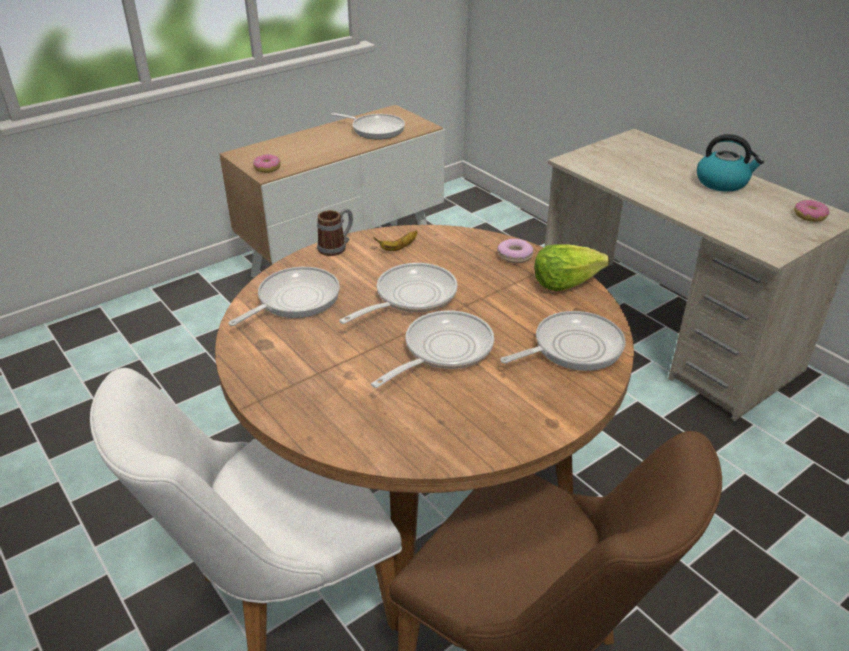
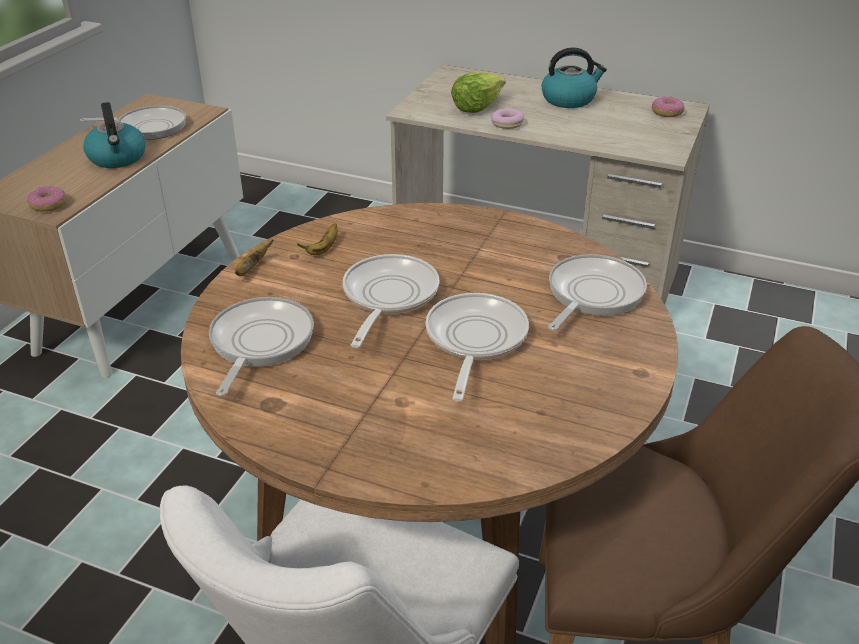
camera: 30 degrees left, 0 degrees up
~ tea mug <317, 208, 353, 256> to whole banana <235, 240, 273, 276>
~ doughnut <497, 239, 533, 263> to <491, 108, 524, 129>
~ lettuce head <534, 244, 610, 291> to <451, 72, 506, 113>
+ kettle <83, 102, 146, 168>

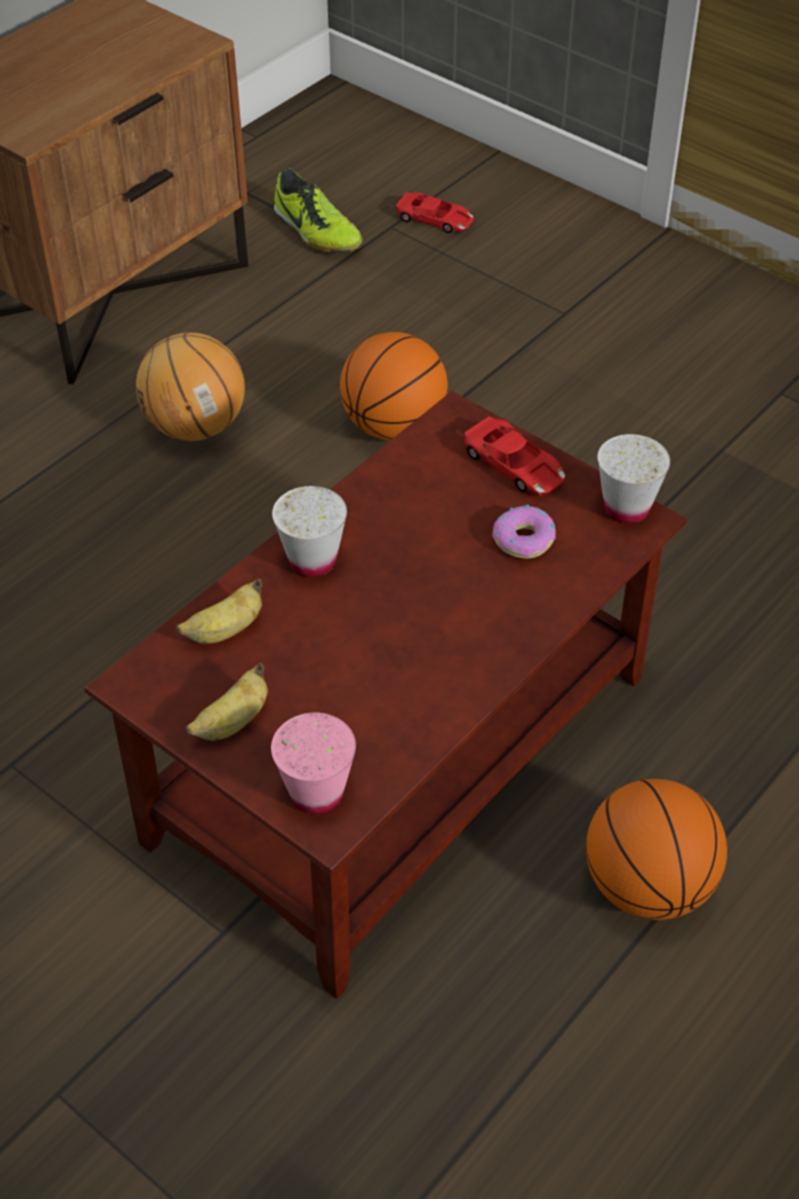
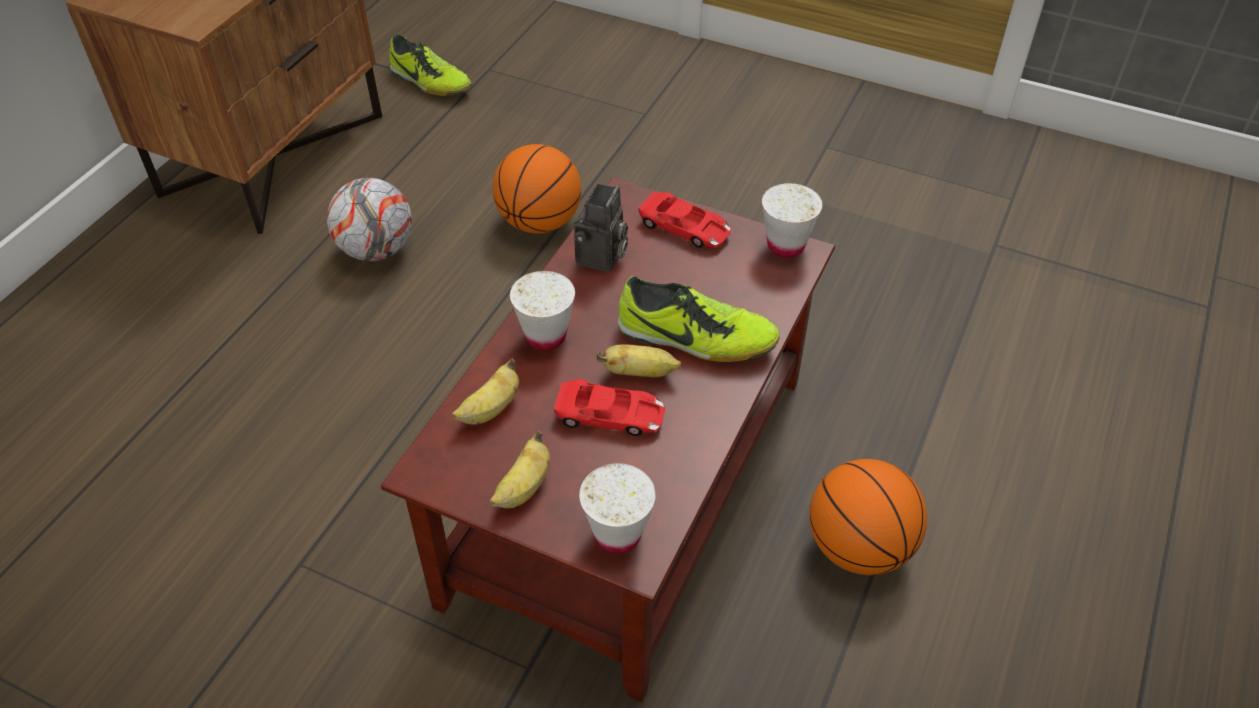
camera: 15 degrees left, 0 degrees up
~ red-coloured model car <396, 192, 474, 233> to <554, 379, 665, 436>
~ ball for basketball <136, 332, 245, 441> to ball for football <327, 178, 412, 261>
- doughnut <492, 504, 556, 559>
~ pinkish small cup <271, 713, 356, 814> to white-coloured small cup <579, 463, 656, 553>
+ photo camera <574, 184, 628, 272>
+ low shoe <618, 276, 780, 362>
+ whole banana <596, 344, 682, 377>

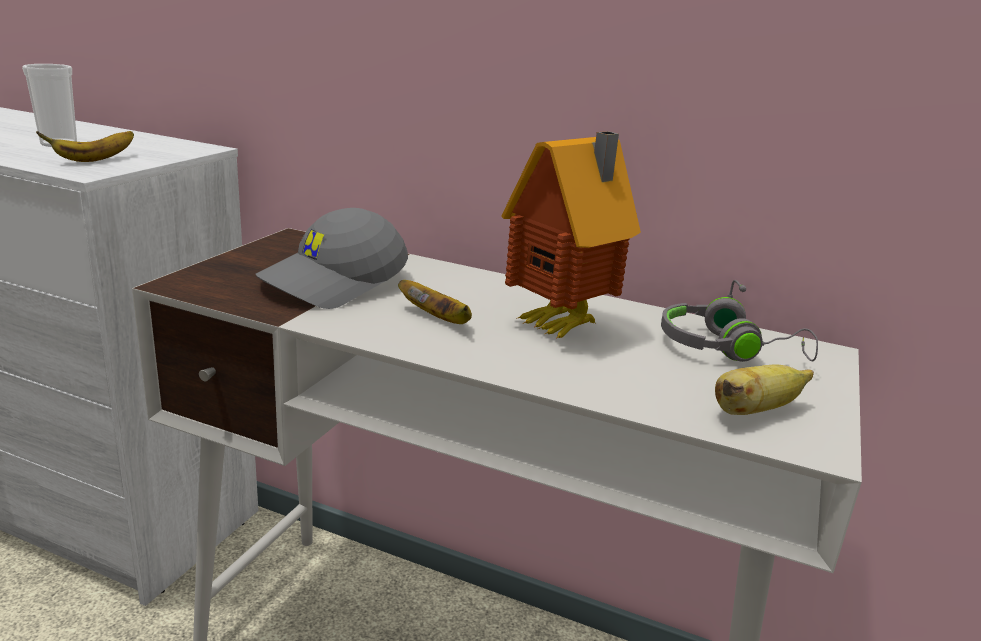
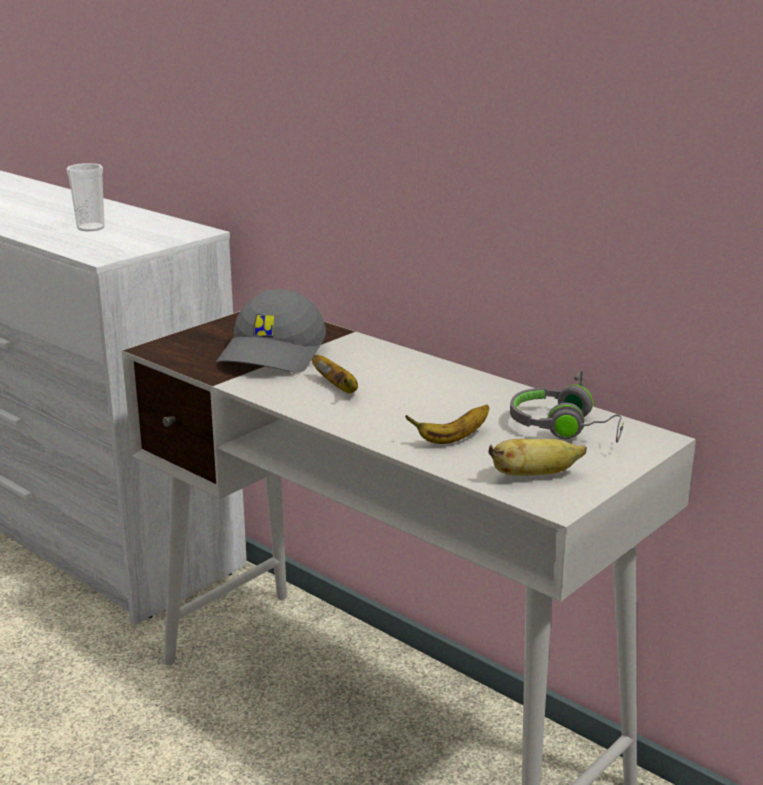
camera: 20 degrees right, 0 degrees up
~ whole banana <36, 131, 134, 162> to <405, 405, 489, 444>
- miniature house <501, 131, 641, 339>
~ grey baseball cap <256, 208, 408, 309> = <216, 289, 326, 373> 45 degrees counterclockwise

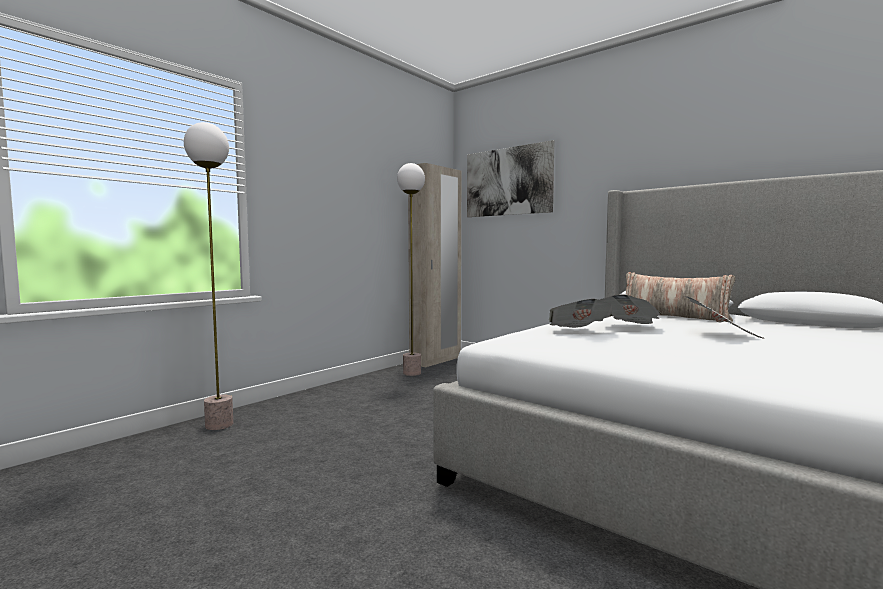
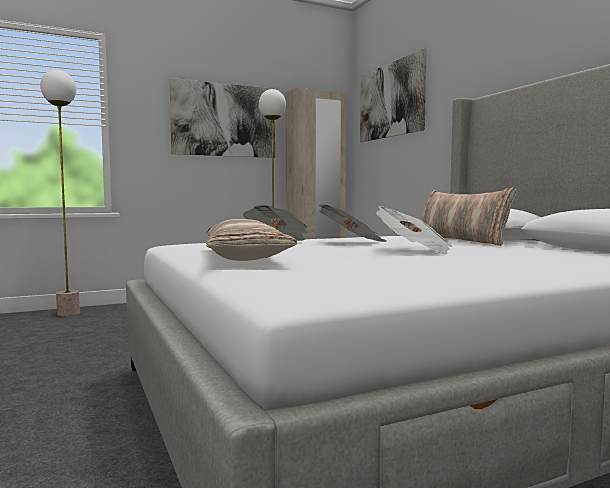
camera: 25 degrees right, 0 degrees up
+ picture <170, 78, 275, 158>
+ pillow <206, 219, 297, 261>

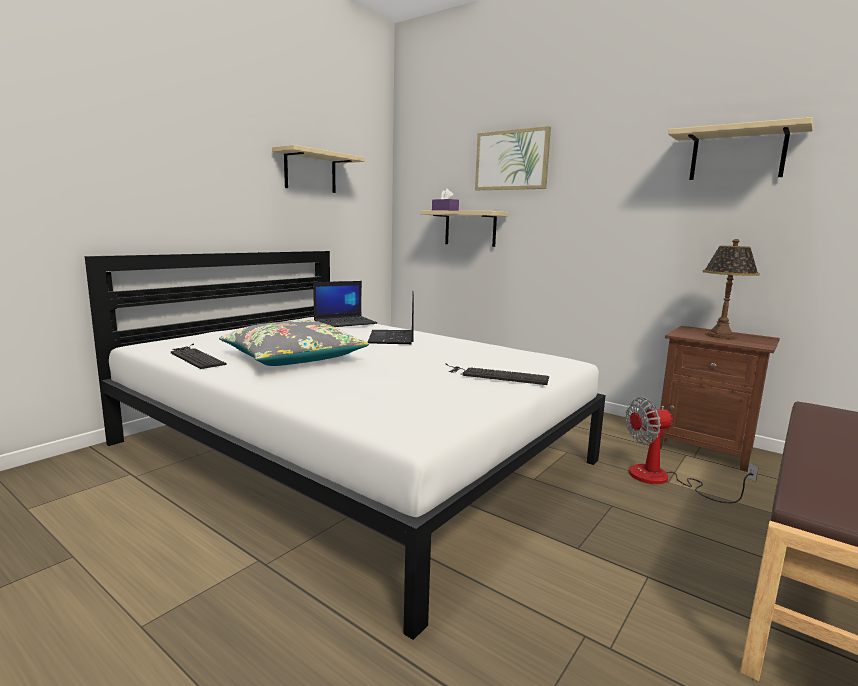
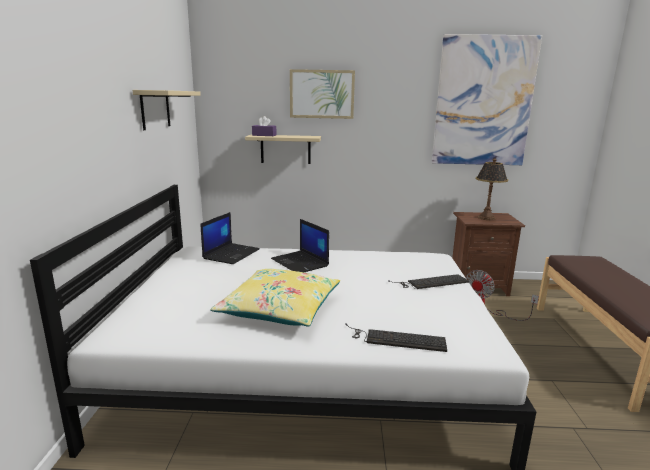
camera: 35 degrees left, 5 degrees up
~ beige-coloured wall shelf <668, 117, 814, 180> to picture <432, 34, 542, 165>
~ grey pillow <219, 320, 369, 366> to yellow-coloured pillow <210, 269, 340, 326>
~ computer keyboard <171, 344, 227, 369> to <345, 323, 447, 352>

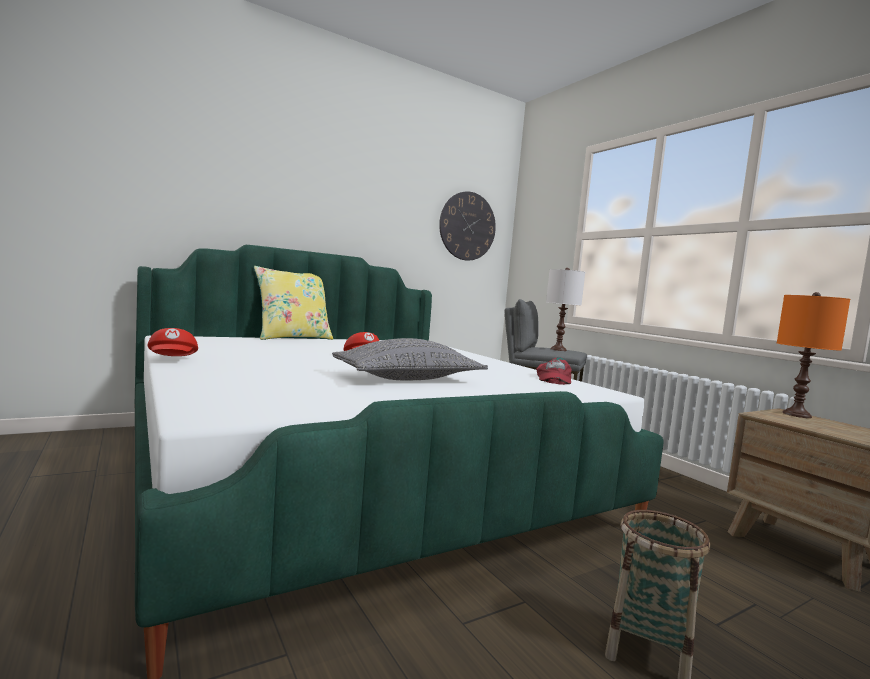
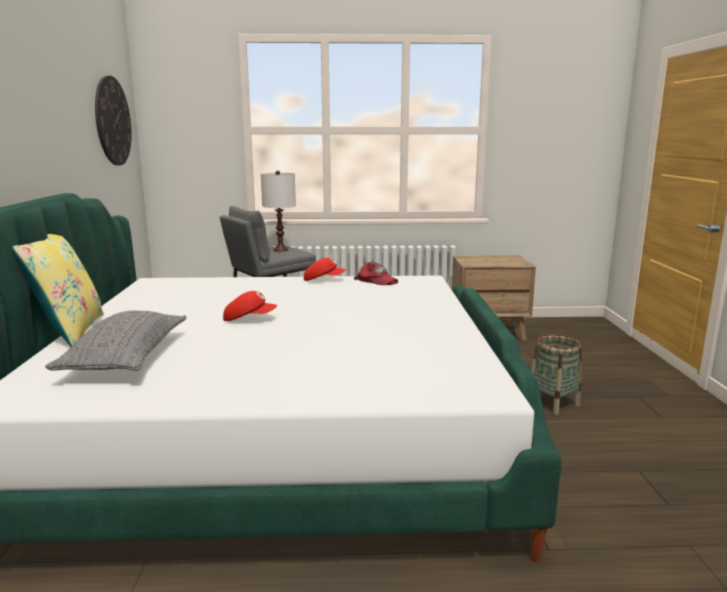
camera: 60 degrees left, 10 degrees up
- orange-coloured tabletop lamp <777, 292, 850, 418>
~ red-coloured baseball cap <147, 328, 198, 356> to <304, 258, 346, 281>
~ grey pillow <332, 338, 488, 380> to <45, 311, 186, 371>

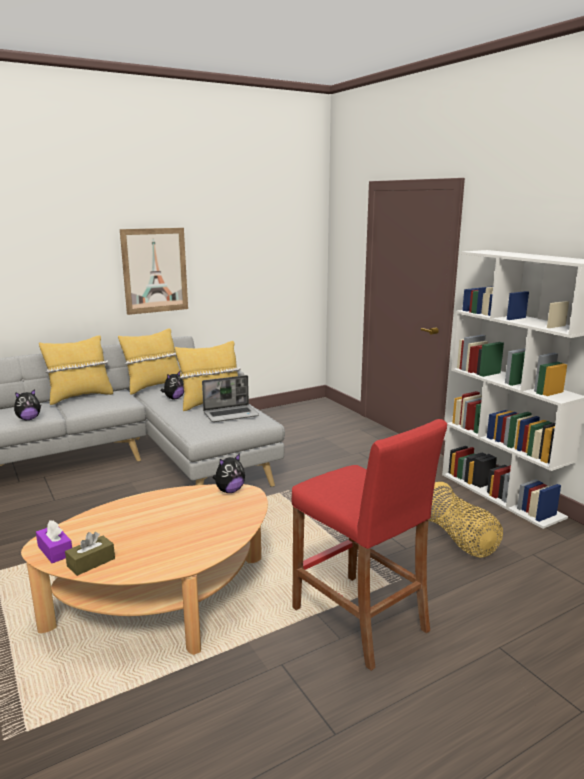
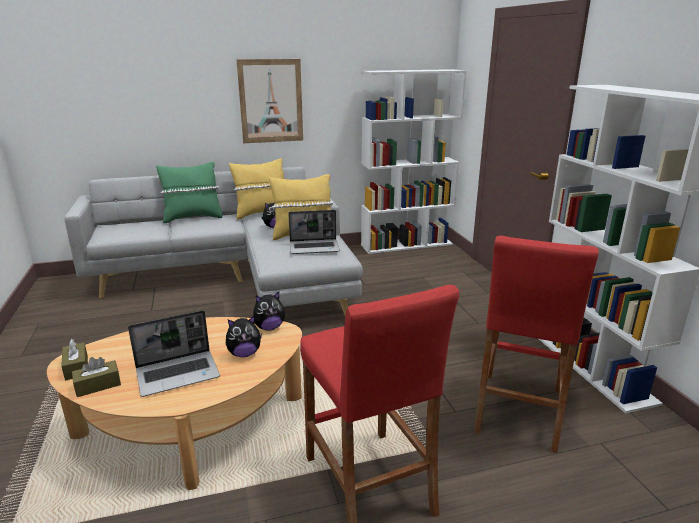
camera: 15 degrees right, 5 degrees up
~ yellow-coloured pillow <39, 335, 113, 405> to greenish pillow <156, 162, 222, 224>
~ soft toy <14, 389, 41, 420> to <226, 315, 262, 357>
~ storage basket <429, 482, 503, 558> to red-coloured sitting stool <474, 235, 599, 453>
~ purple-coloured tissue holder <36, 520, 72, 563> to brown tissue holder <61, 339, 88, 381>
+ white-coloured bookshelf <361, 69, 467, 254>
+ portable computer <128, 310, 220, 397>

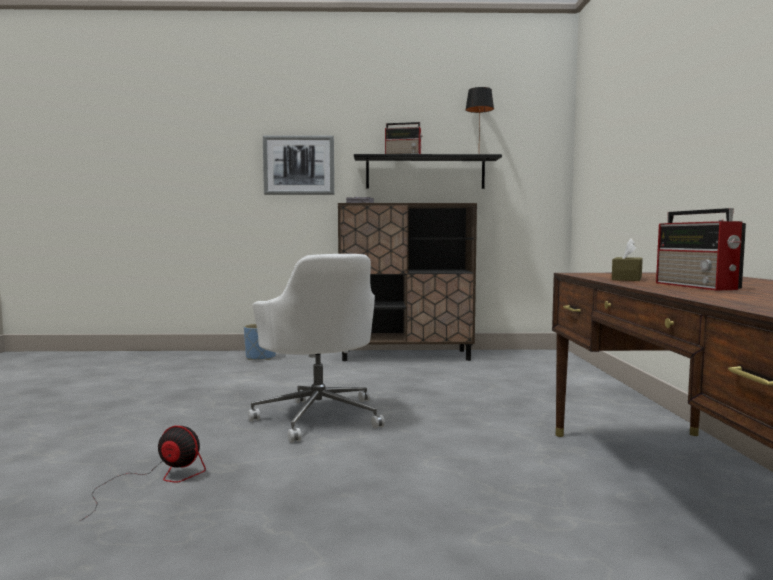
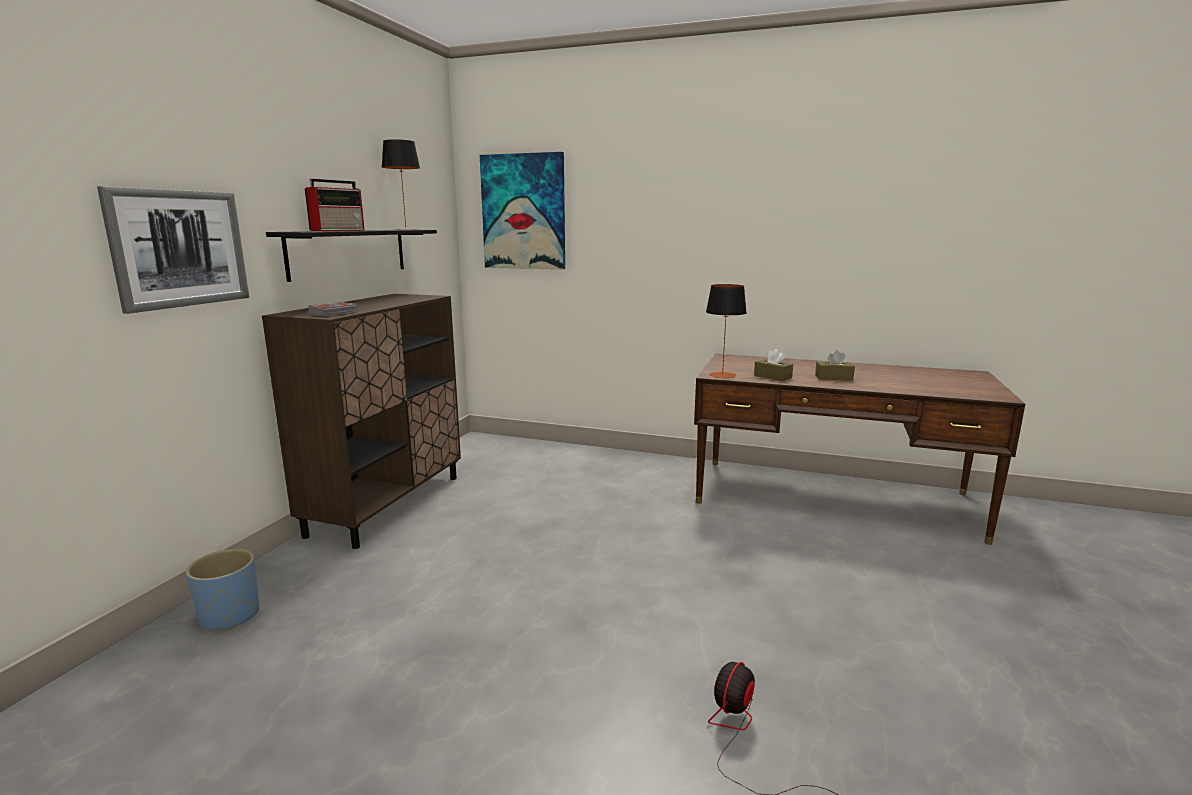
camera: 70 degrees left, 10 degrees up
~ radio set <656, 208, 746, 290> to brown tissue holder <815, 350, 855, 381>
- white-coloured office chair <248, 254, 385, 443>
+ picture <480, 152, 565, 269>
+ tabletop lamp <706, 284, 747, 378>

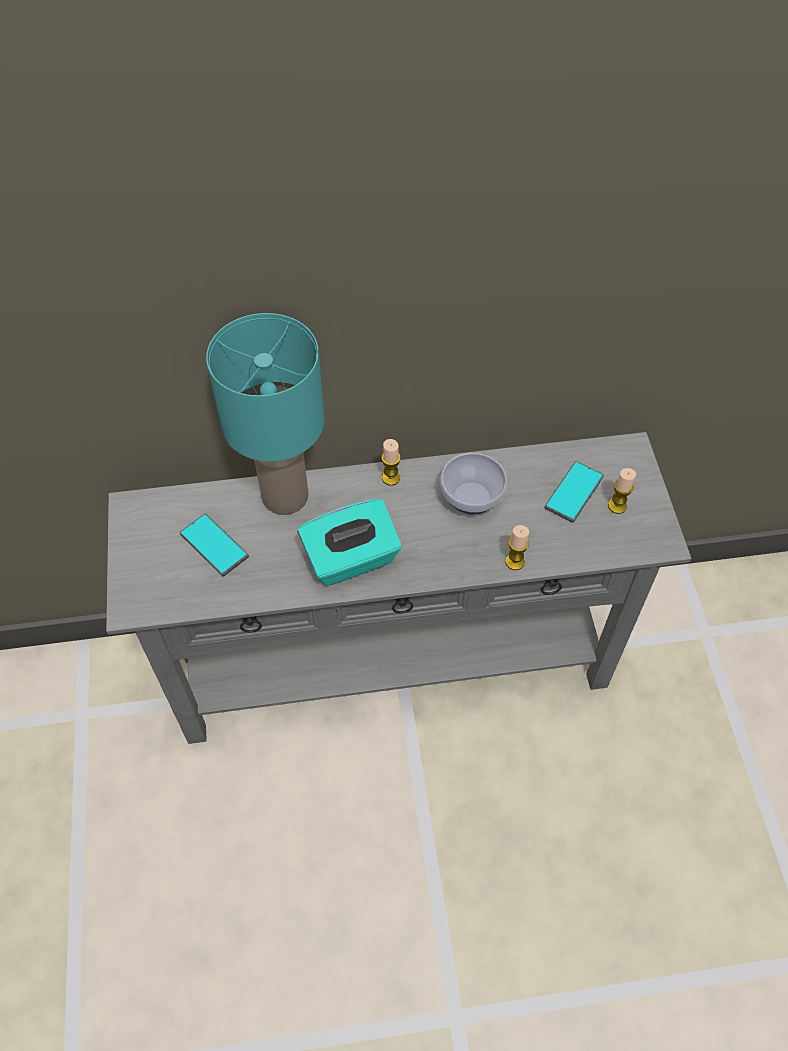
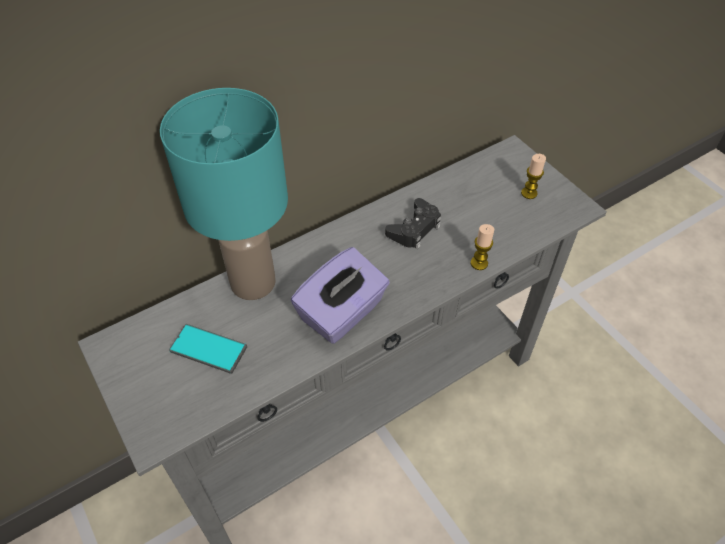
camera: 25 degrees left, 5 degrees down
- wax candle <381, 439, 401, 486>
~ deep dish <440, 453, 507, 514> to blackish joypad <385, 198, 441, 249>
- phone <544, 461, 604, 523>
~ blue-green tissue holder <298, 499, 402, 586> to purple-coloured tissue holder <291, 247, 390, 344>

